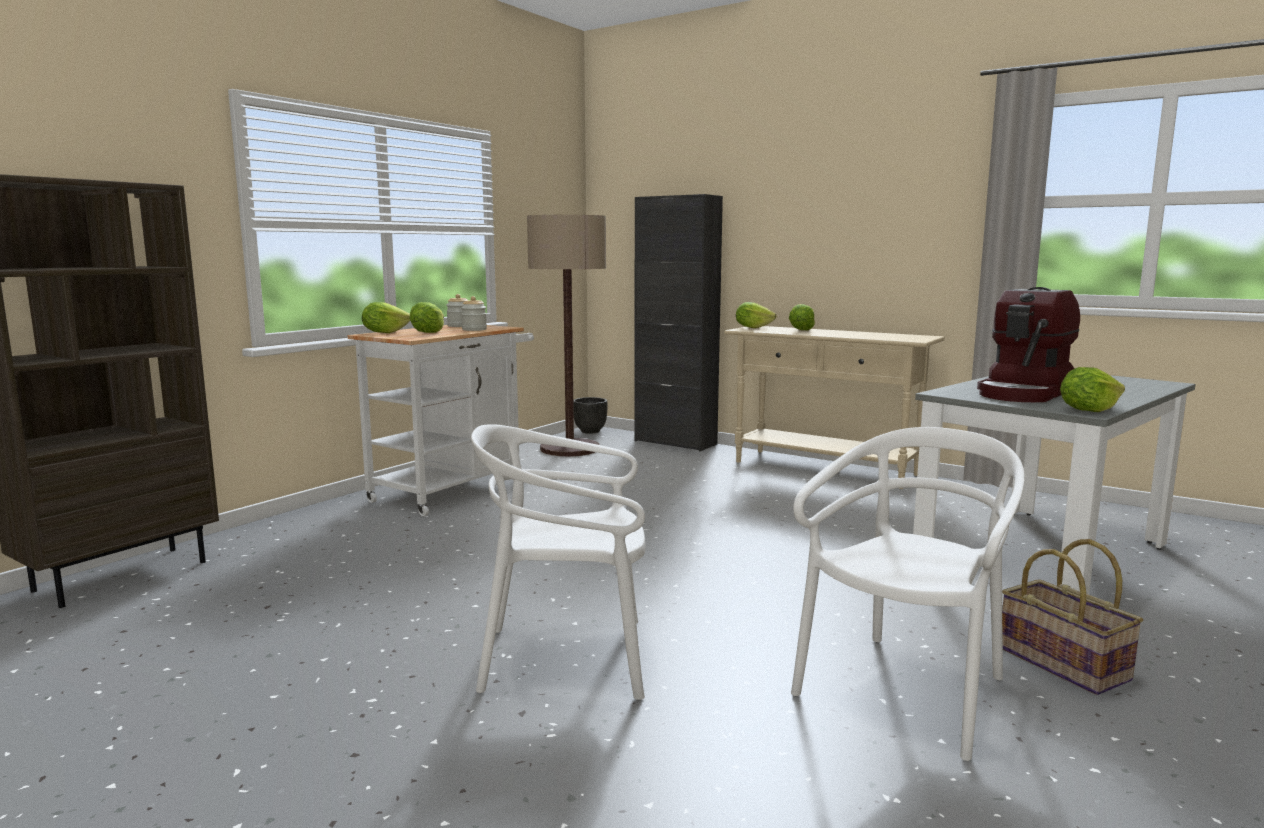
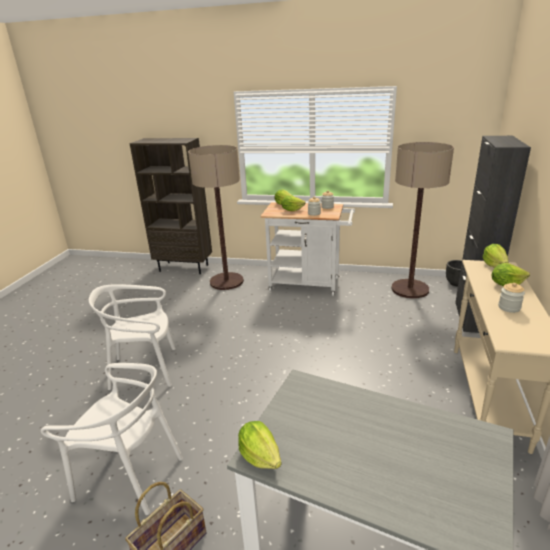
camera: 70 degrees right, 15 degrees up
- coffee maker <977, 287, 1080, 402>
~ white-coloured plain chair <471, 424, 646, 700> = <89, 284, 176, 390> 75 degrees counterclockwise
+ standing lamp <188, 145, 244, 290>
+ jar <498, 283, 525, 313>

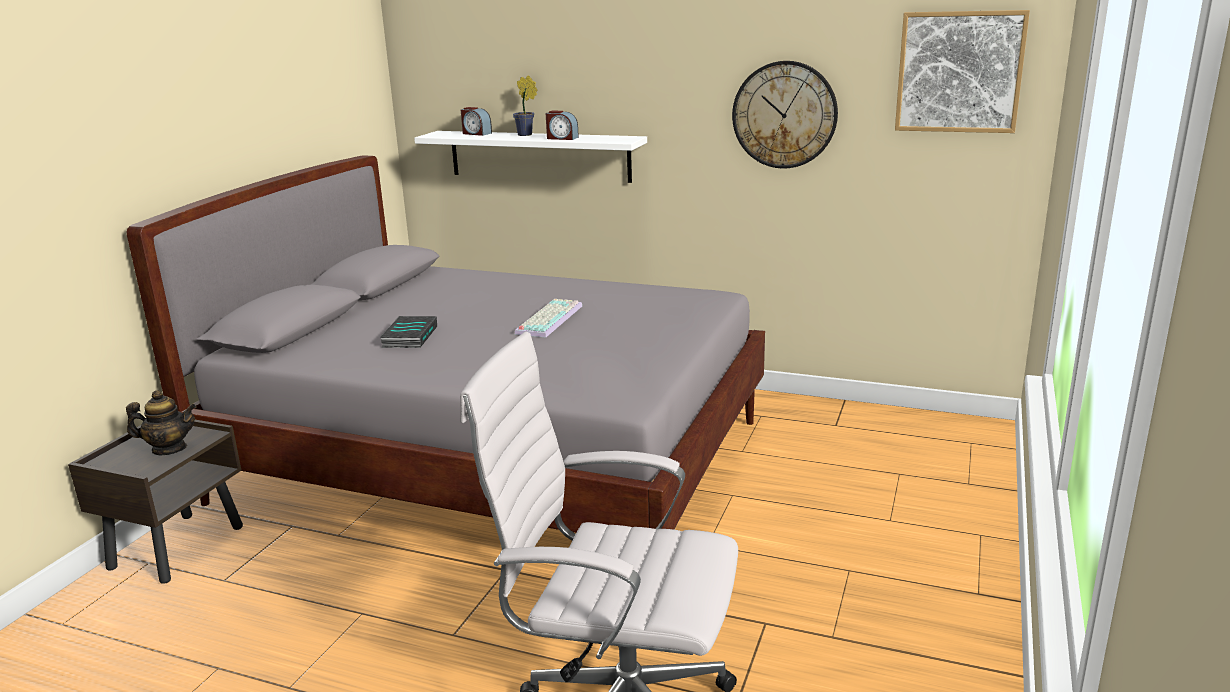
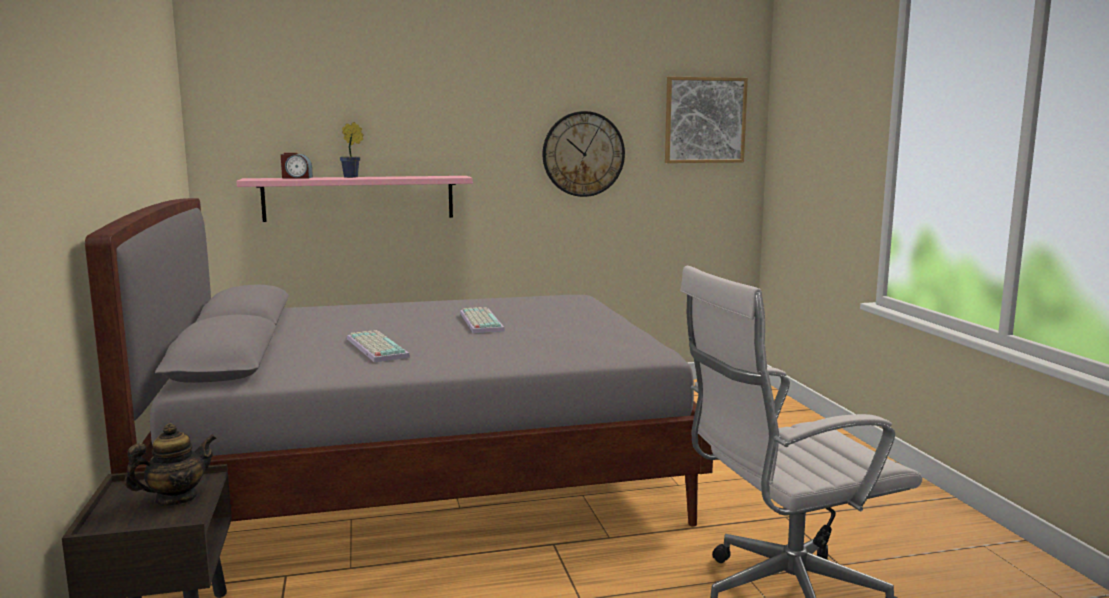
camera: 35 degrees left, 10 degrees down
- bedside clock <546, 111, 579, 140>
~ white-coloured wall shelf <414, 131, 647, 183> to pinkish wall shelf <237, 176, 473, 222>
~ bound book <380, 316, 437, 348> to computer keyboard <347, 330, 410, 362>

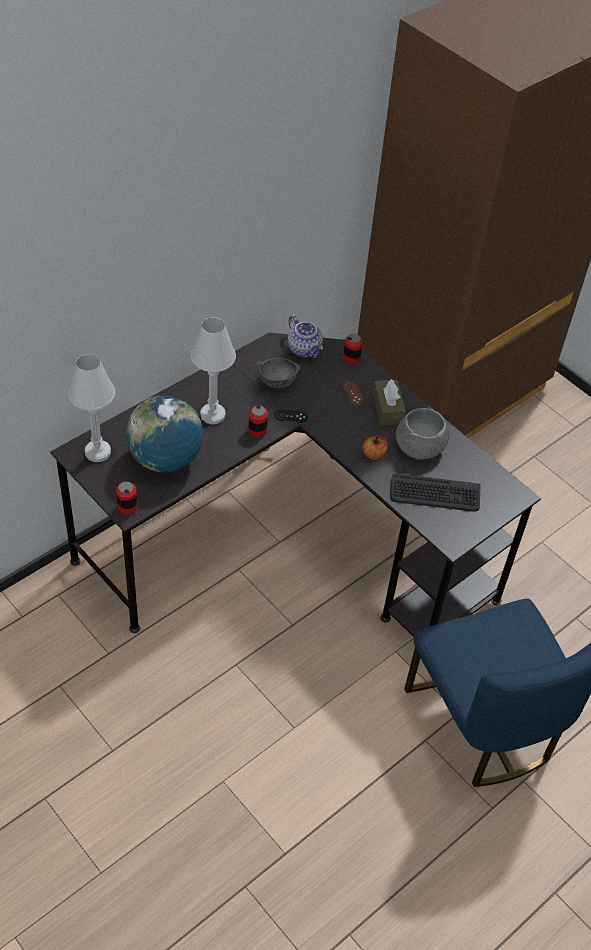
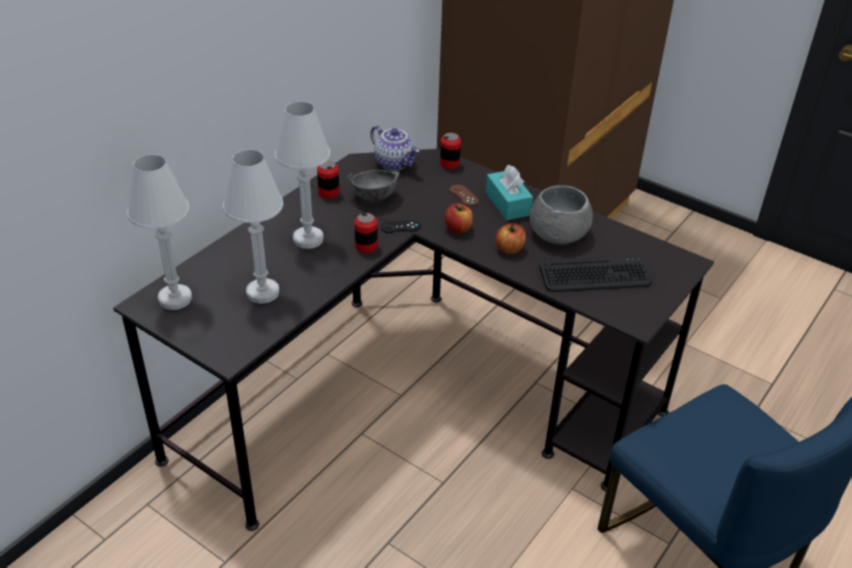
camera: 10 degrees left, 10 degrees down
~ brown tissue holder <373, 379, 406, 426> to blue-green tissue holder <486, 165, 533, 220>
~ desk globe <126, 395, 203, 472> to white-coloured tabletop lamp <223, 150, 283, 304>
~ sealed can <116, 482, 138, 514> to <317, 161, 339, 199>
+ apple fruit <445, 203, 473, 234>

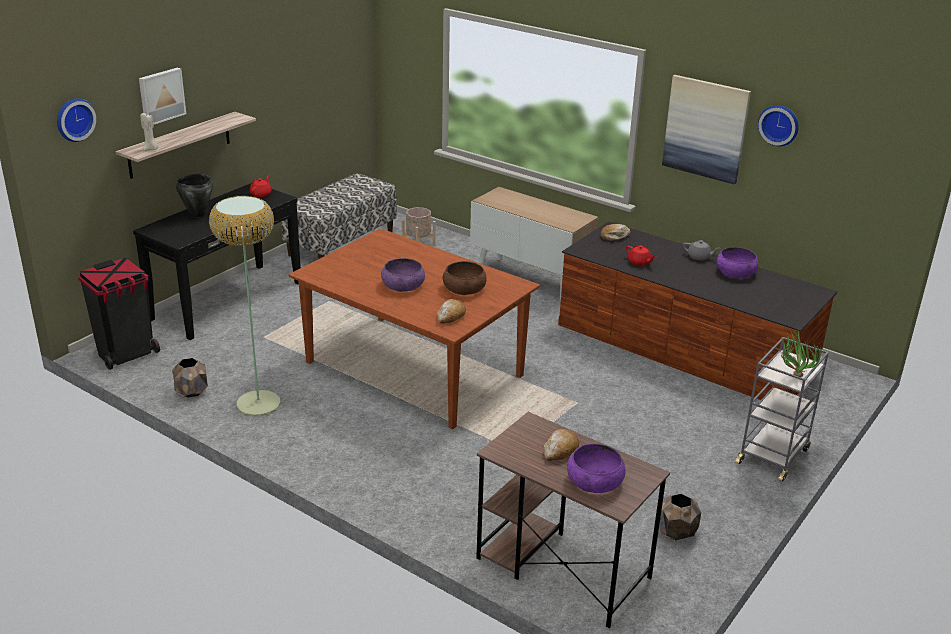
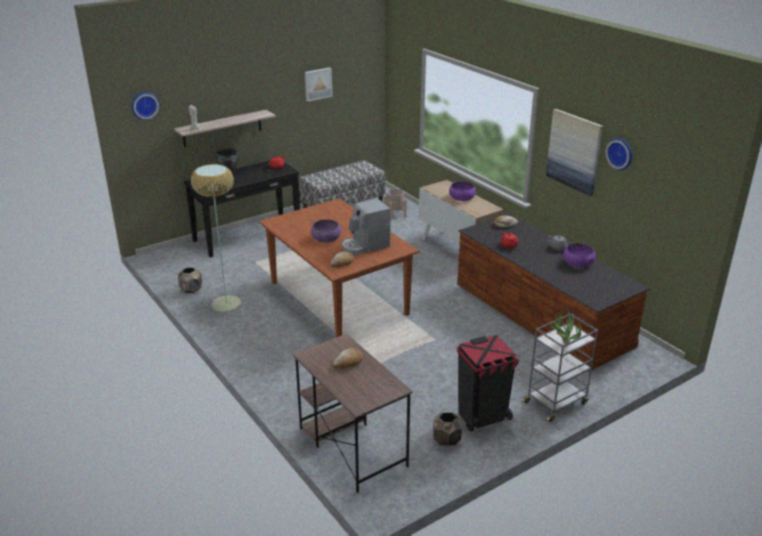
camera: 20 degrees right, 0 degrees up
~ picture <139, 68, 186, 124> to <305, 68, 332, 101>
~ blackish waste bin <78, 258, 160, 370> to <457, 335, 519, 432>
~ brown deep dish <442, 261, 487, 295> to coffee maker <342, 199, 391, 255>
~ purple-coloured deep dish <567, 444, 626, 493> to <449, 181, 476, 201>

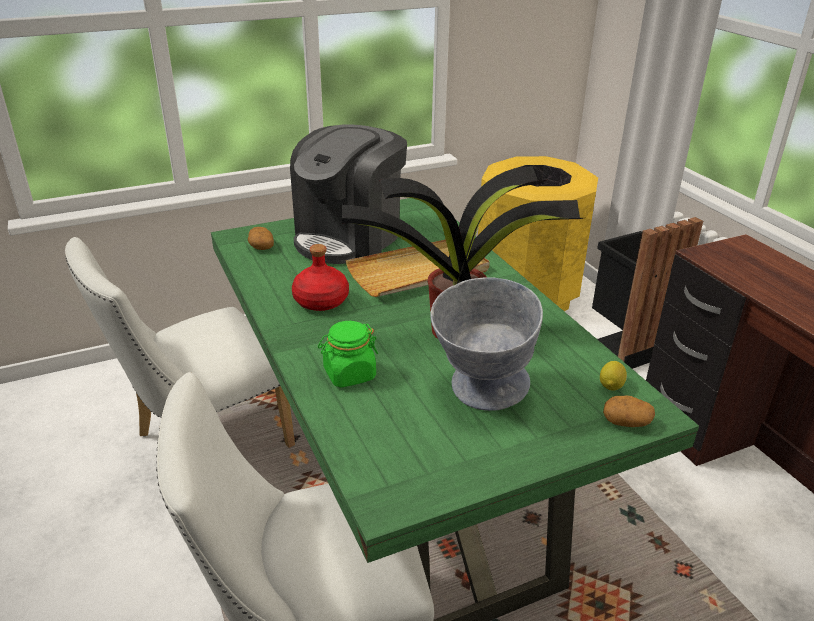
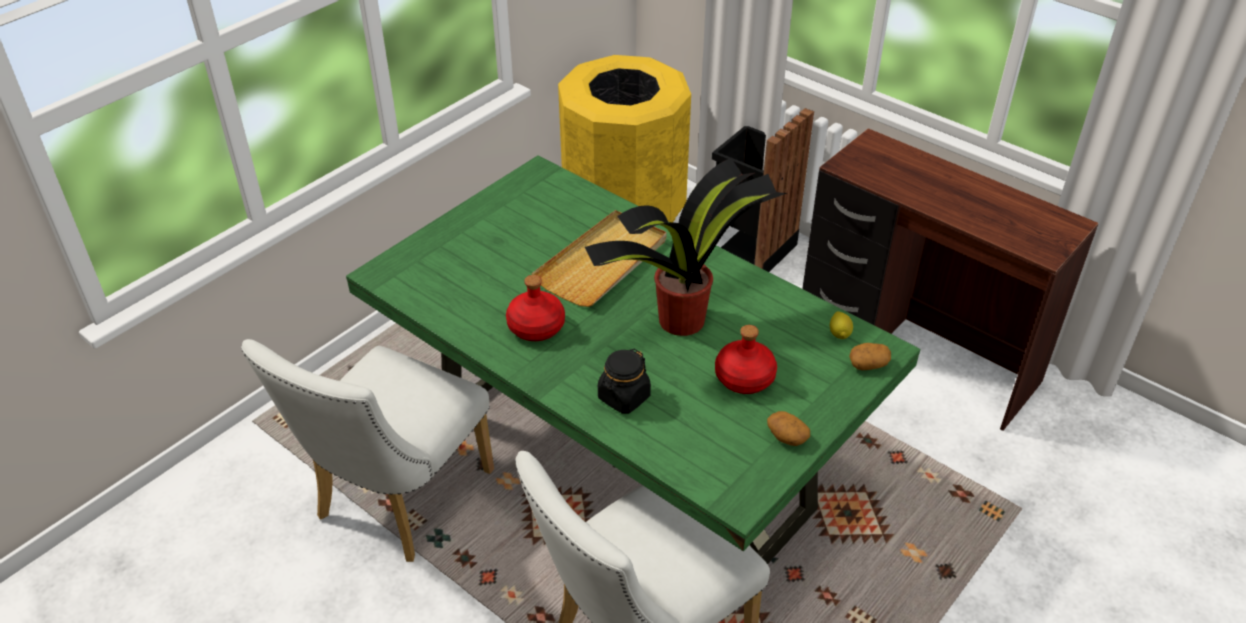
camera: 25 degrees left, 10 degrees up
- coffee maker <290, 125, 407, 264>
~ whole potato <248, 227, 274, 250> to <767, 411, 810, 446>
~ grey deep dish <430, 277, 543, 411> to red-coloured beverage bottle <715, 325, 777, 394>
~ greenish jar <318, 321, 378, 387> to blackish jar <598, 349, 651, 414>

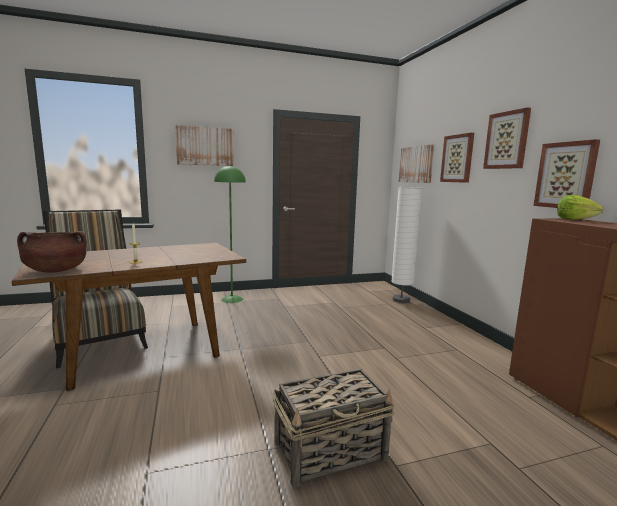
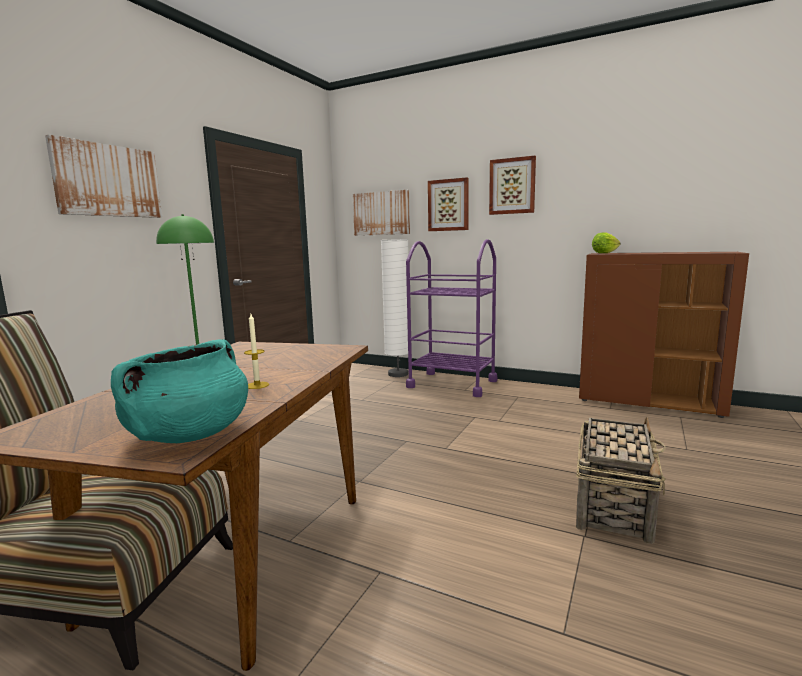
camera: 45 degrees left, 0 degrees up
- picture <534, 139, 600, 208>
~ brown stockpot <17, 231, 86, 273> to blue-green stockpot <111, 339, 248, 443>
+ purple-coloured wheeled cart <406, 239, 497, 397>

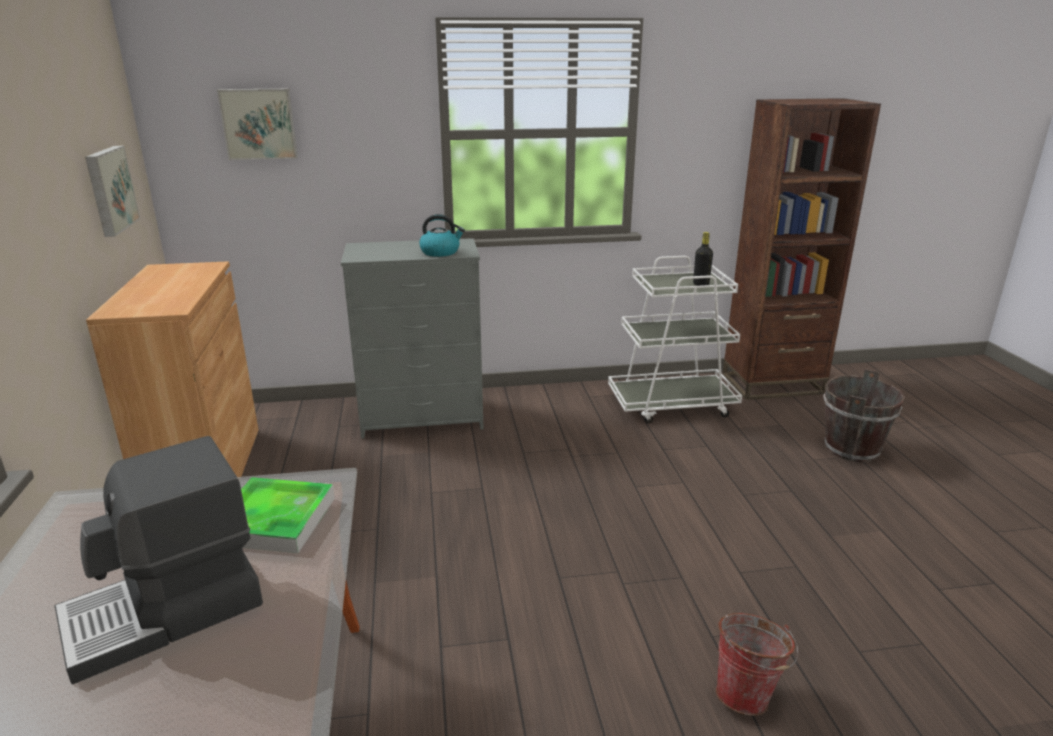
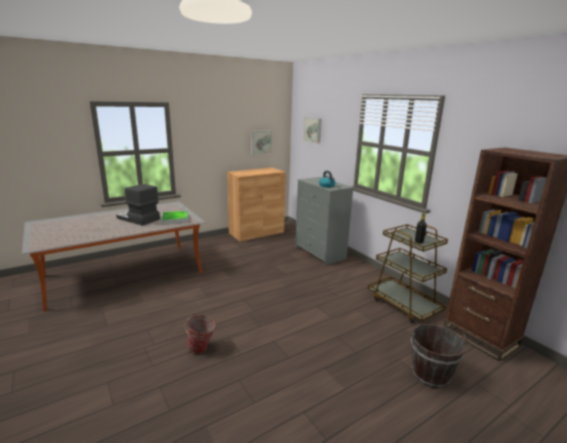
camera: 65 degrees right, 5 degrees down
~ white-coloured wheeled cart <608, 256, 742, 423> to brown wheeled cart <368, 224, 448, 323>

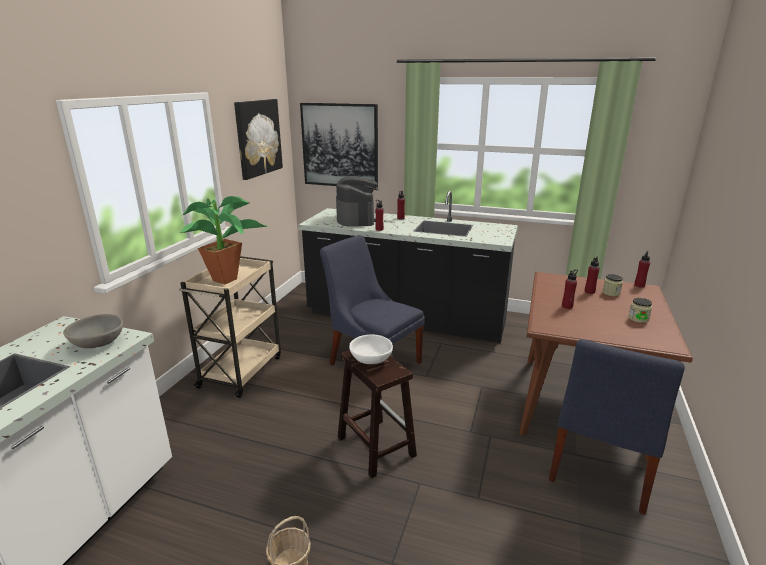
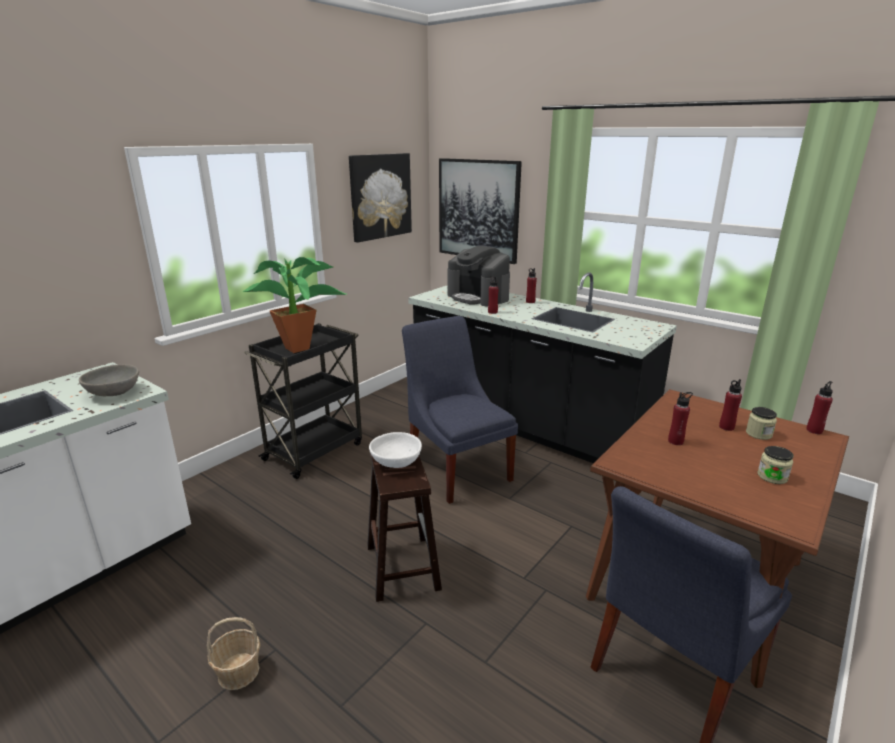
camera: 20 degrees right, 0 degrees up
~ coffee maker <336, 176, 378, 227> = <447, 245, 510, 307> 120 degrees clockwise
~ beige-coloured wheeled cart <178, 256, 281, 398> to blackish wheeled cart <244, 323, 362, 479>

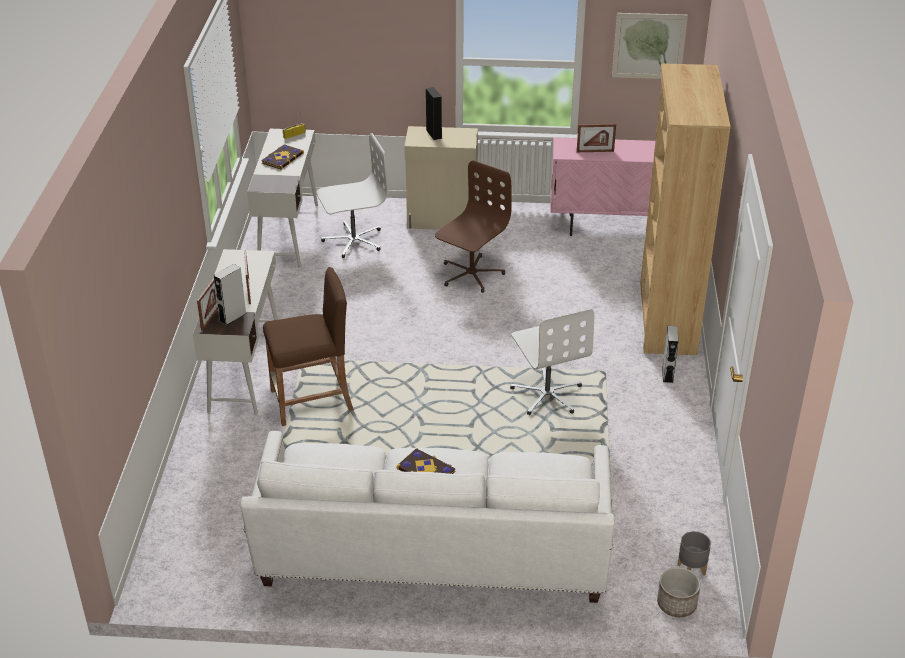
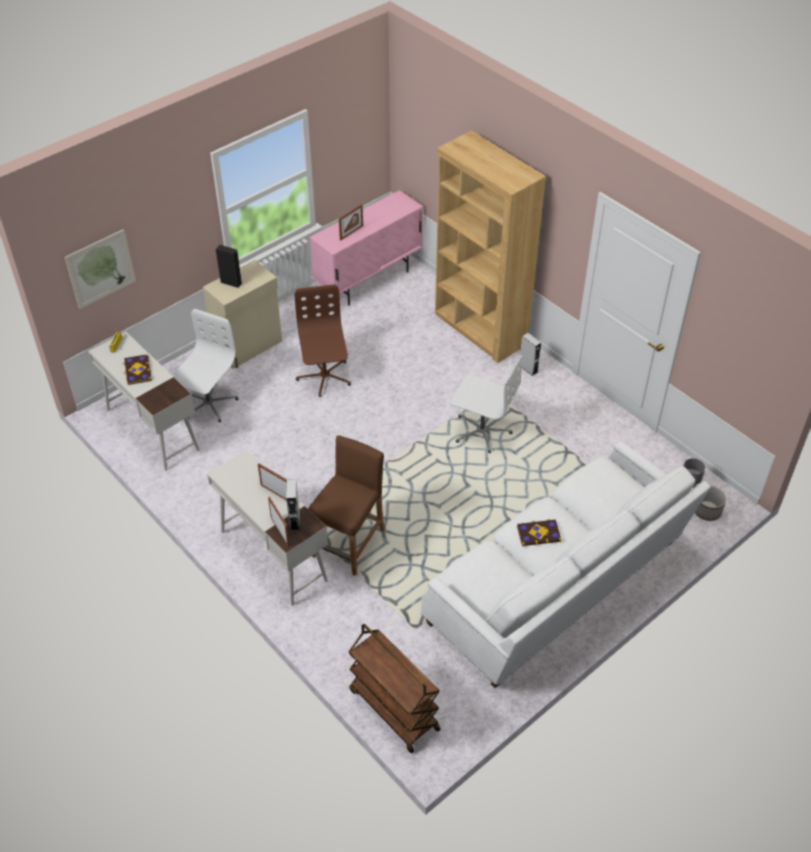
camera: 45 degrees left, 10 degrees up
~ picture <612, 13, 688, 79> to <65, 229, 136, 309>
+ brown wheeled cart <348, 624, 440, 753>

